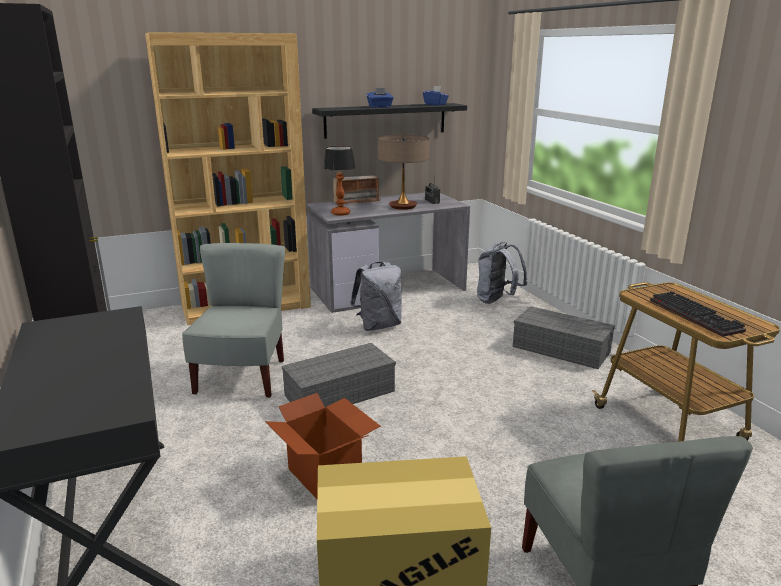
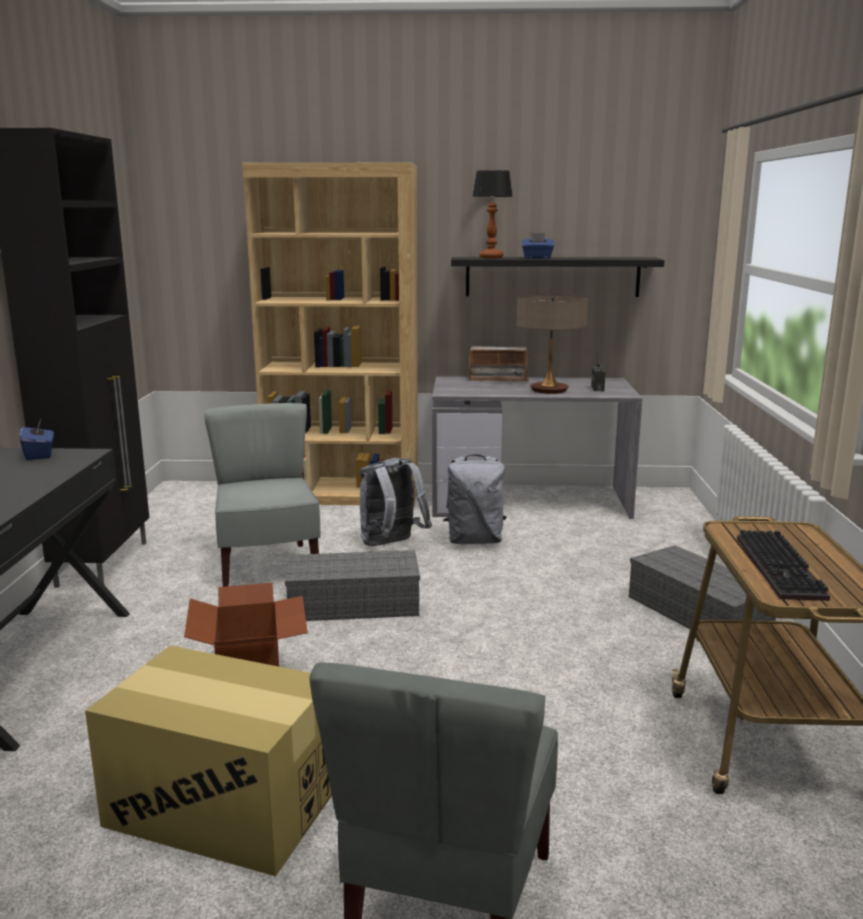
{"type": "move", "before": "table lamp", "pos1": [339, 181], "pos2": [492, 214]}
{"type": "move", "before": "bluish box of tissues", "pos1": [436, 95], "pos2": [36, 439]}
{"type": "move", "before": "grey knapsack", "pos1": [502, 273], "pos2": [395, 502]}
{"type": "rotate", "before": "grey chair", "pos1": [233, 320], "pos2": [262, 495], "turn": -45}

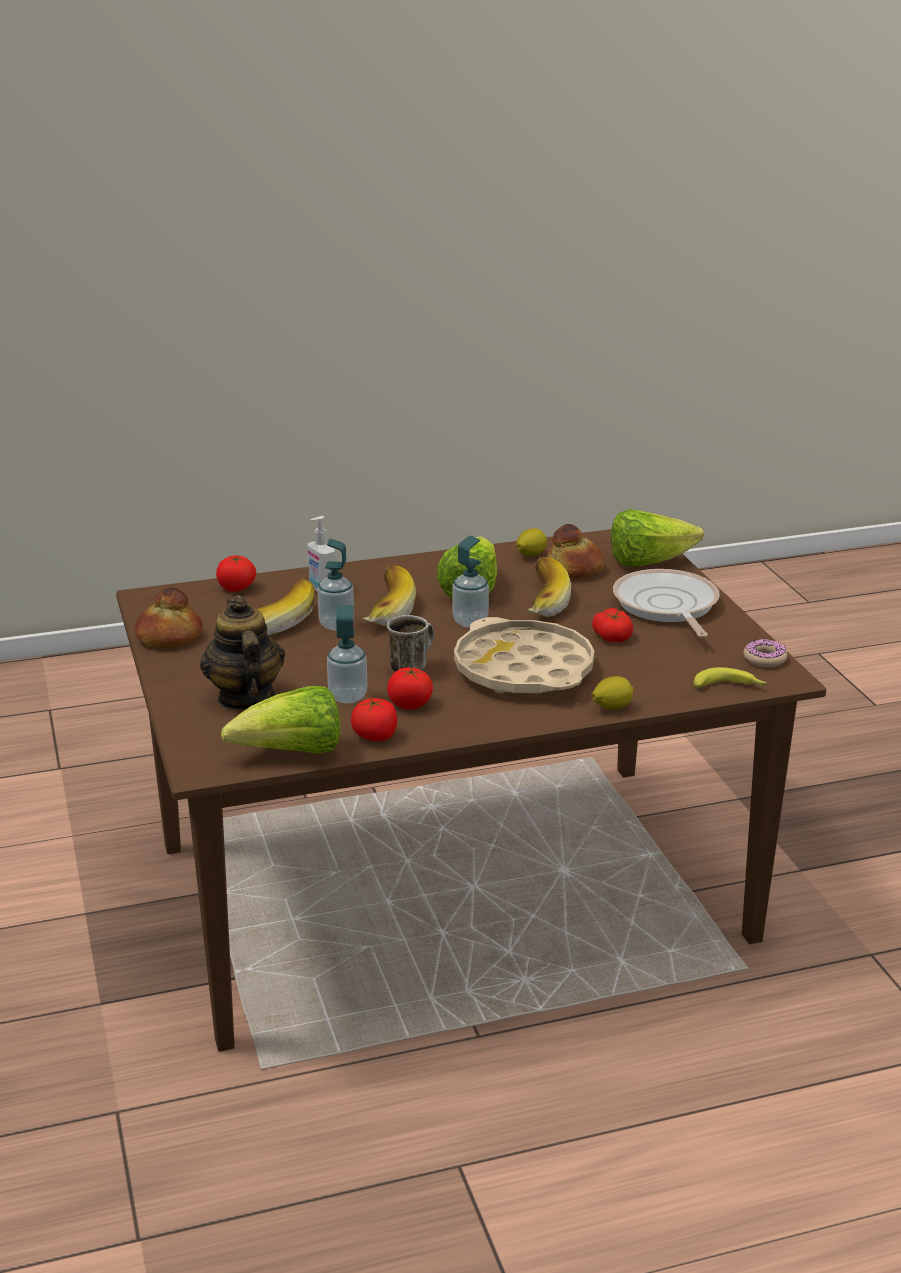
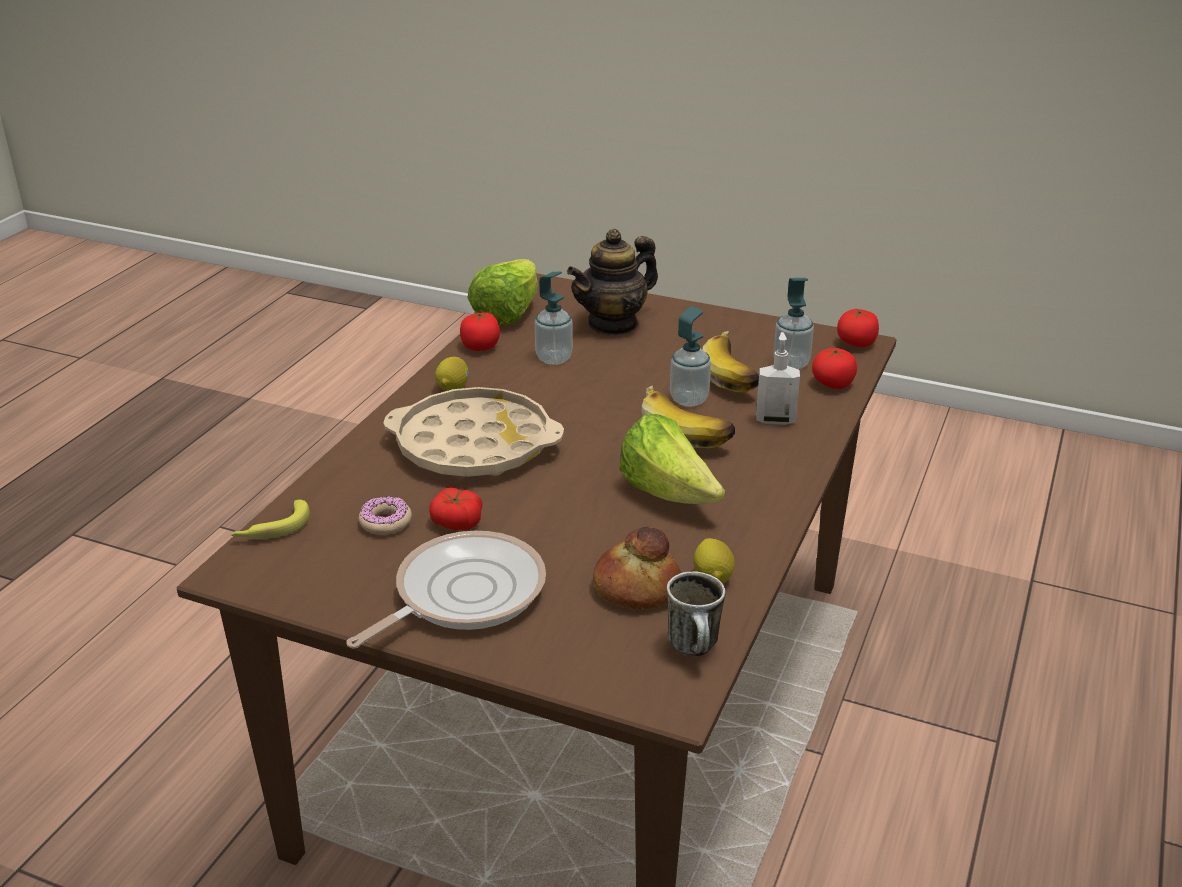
{"type": "delete", "before": "baked bread", "pos1": [169, 617]}
{"type": "delete", "before": "banana fruit", "pos1": [549, 587]}
{"type": "delete", "before": "lettuce", "pos1": [657, 538]}
{"type": "move", "before": "tea mug", "pos1": [410, 643], "pos2": [695, 613]}
{"type": "move", "before": "whole tomato", "pos1": [410, 688], "pos2": [858, 328]}
{"type": "move", "before": "soap dispenser", "pos1": [470, 582], "pos2": [793, 323]}
{"type": "move", "before": "whole lemon", "pos1": [612, 693], "pos2": [452, 374]}
{"type": "move", "before": "ring doughnut", "pos1": [765, 653], "pos2": [385, 515]}
{"type": "rotate", "before": "teapot", "pos1": [242, 652], "pos2": [612, 282], "turn": 120}
{"type": "rotate", "before": "pan", "pos1": [666, 603], "pos2": [446, 590], "turn": -75}

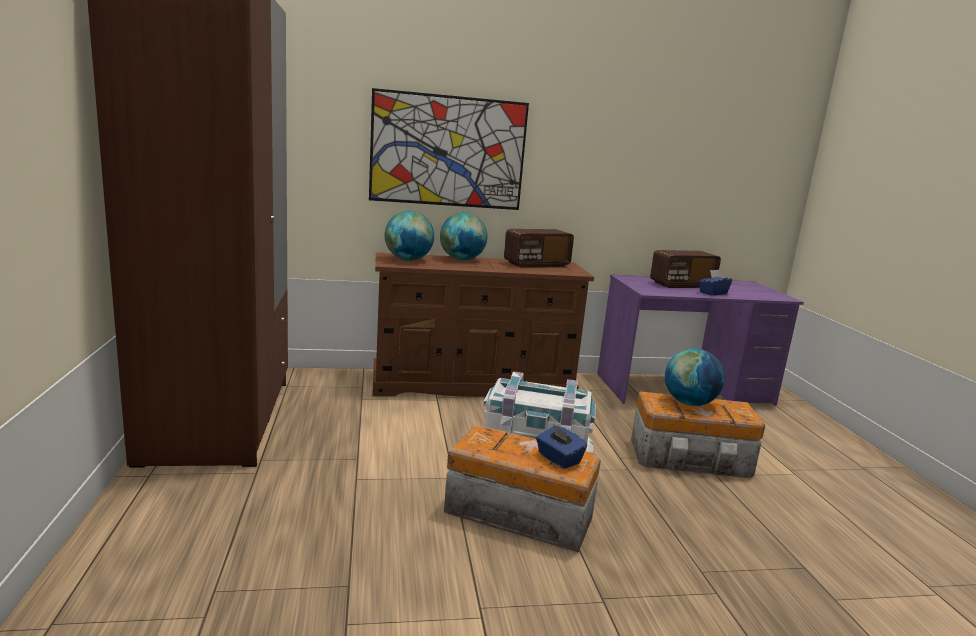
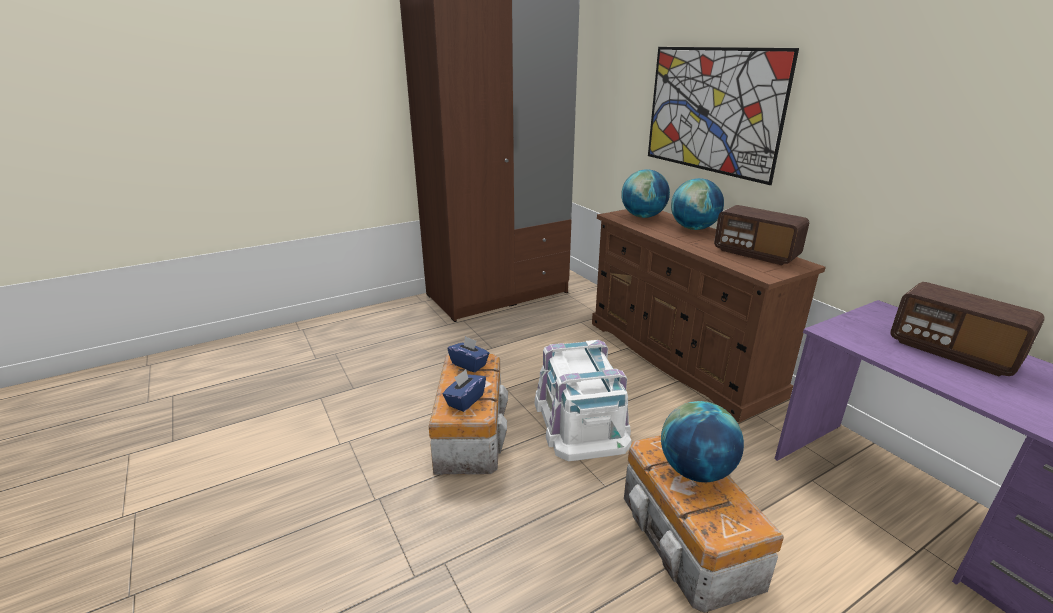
{"type": "move", "before": "bluish box of tissues", "pos1": [715, 283], "pos2": [468, 354]}

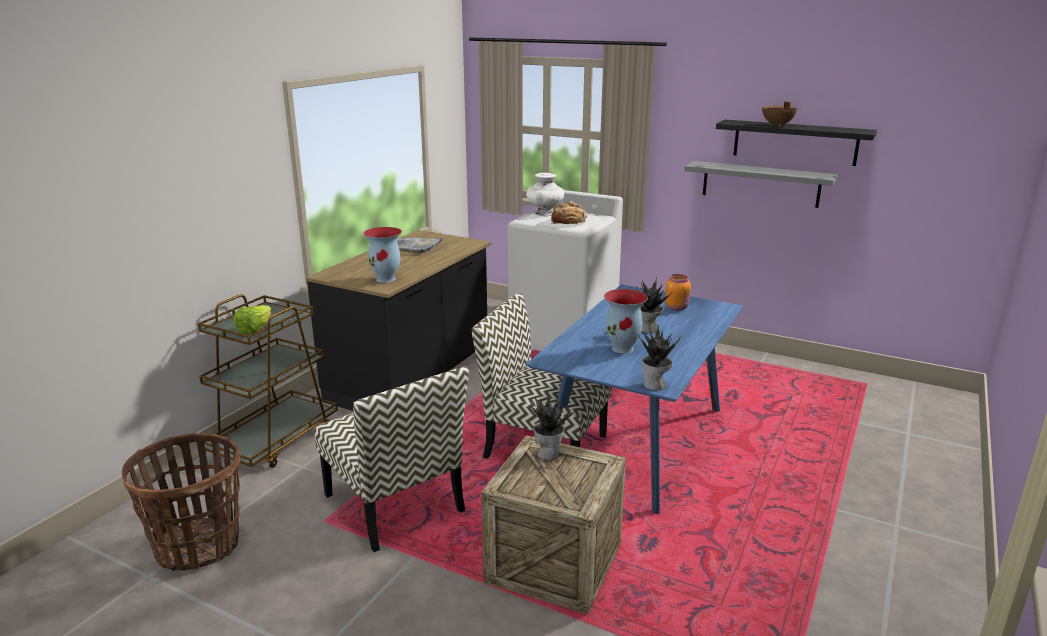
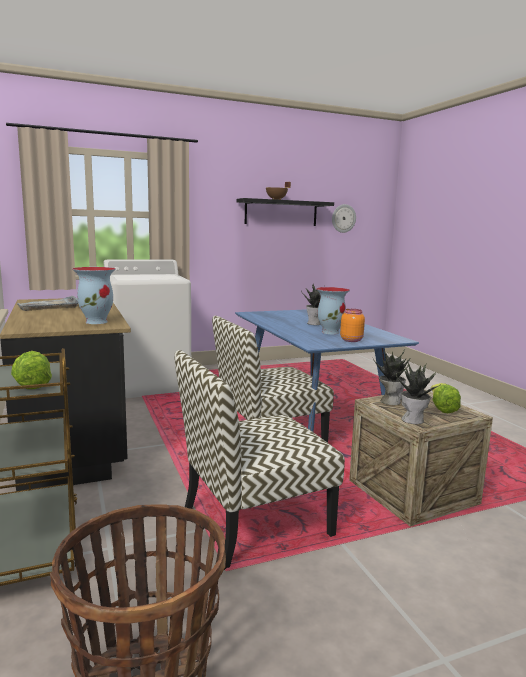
{"type": "delete", "before": "white-coloured decorative vase", "pos1": [545, 194]}
{"type": "delete", "before": "baked bread", "pos1": [569, 213]}
{"type": "delete", "before": "grey shelf", "pos1": [761, 184]}
{"type": "insert", "after": "wall clock", "pos2": [344, 218]}
{"type": "insert", "after": "lettuce", "pos2": [446, 398]}
{"type": "move", "before": "potted plant", "pos1": [659, 357], "pos2": [418, 392]}
{"type": "move", "before": "orangey storage jar", "pos1": [678, 292], "pos2": [352, 325]}
{"type": "rotate", "before": "chair", "pos1": [391, 459], "pos2": [259, 460], "turn": 150}

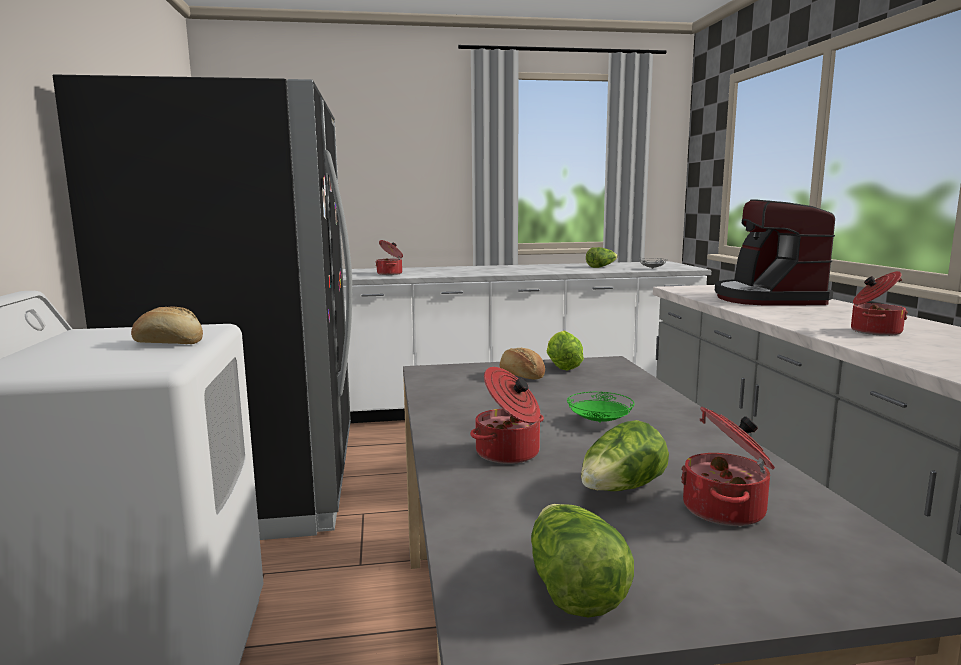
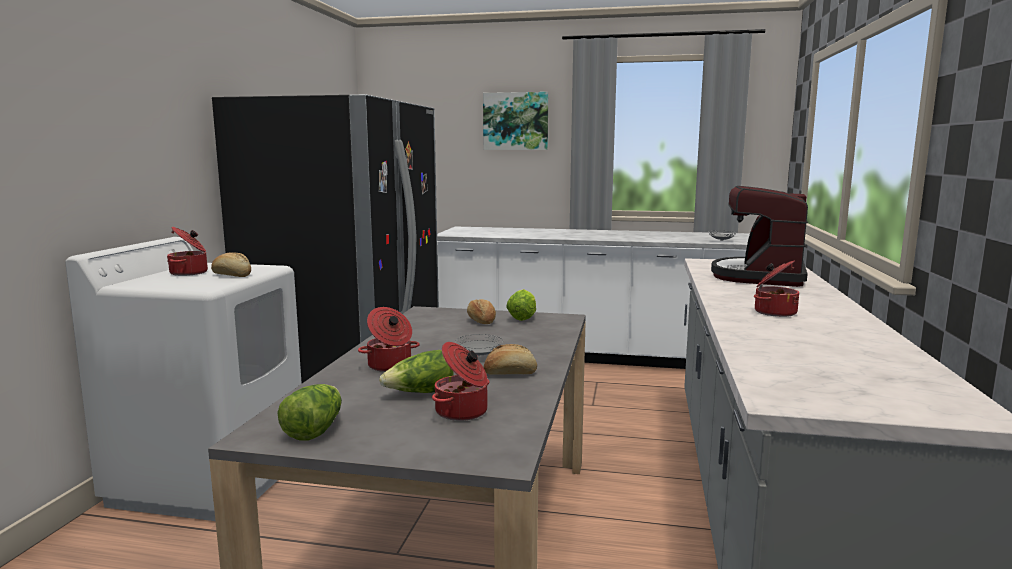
{"type": "delete", "before": "lettuce", "pos1": [602, 257]}
{"type": "insert", "after": "wall picture", "pos2": [515, 121]}
{"type": "insert", "after": "baked bread", "pos2": [510, 359]}
{"type": "move", "before": "cooking pot", "pos1": [389, 257], "pos2": [187, 251]}
{"type": "recolor", "before": "green dinner plate", "after": "grey dinner plate", "pos1": [600, 407], "pos2": [479, 345]}

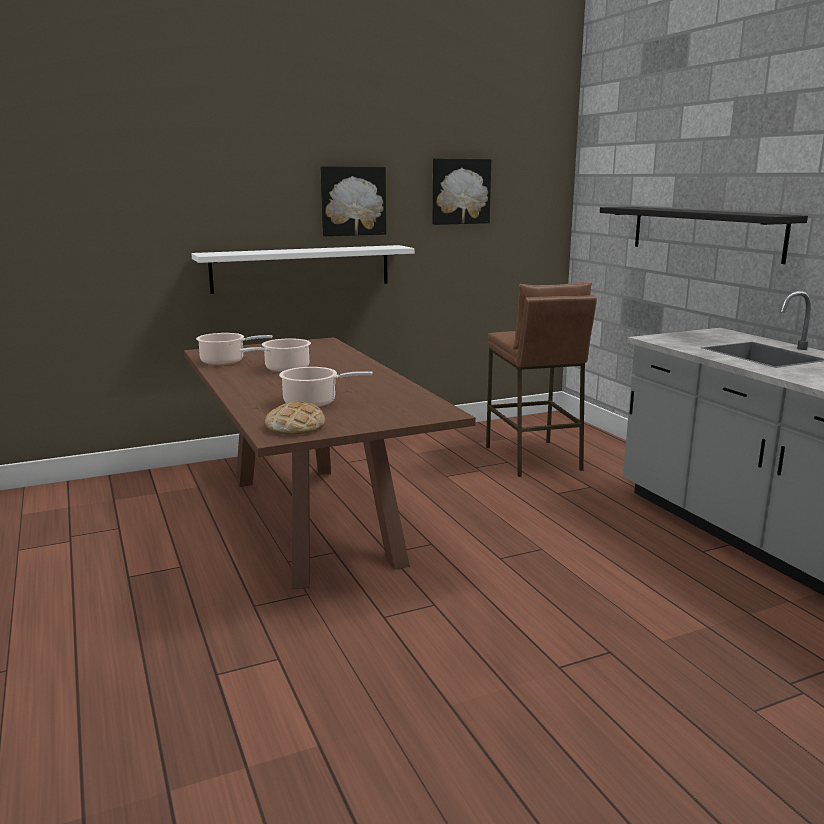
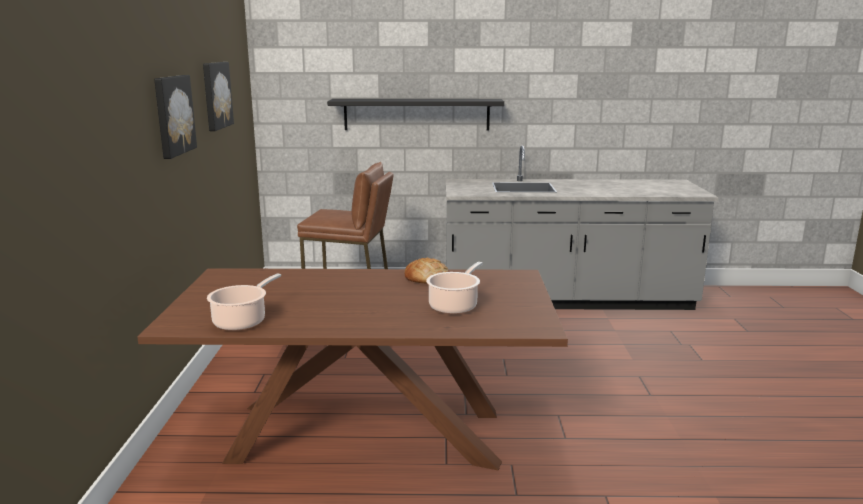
{"type": "delete", "before": "white-coloured shelf", "pos1": [302, 269]}
{"type": "delete", "before": "cooking pot", "pos1": [275, 355]}
{"type": "move", "before": "baked bread", "pos1": [295, 417], "pos2": [426, 270]}

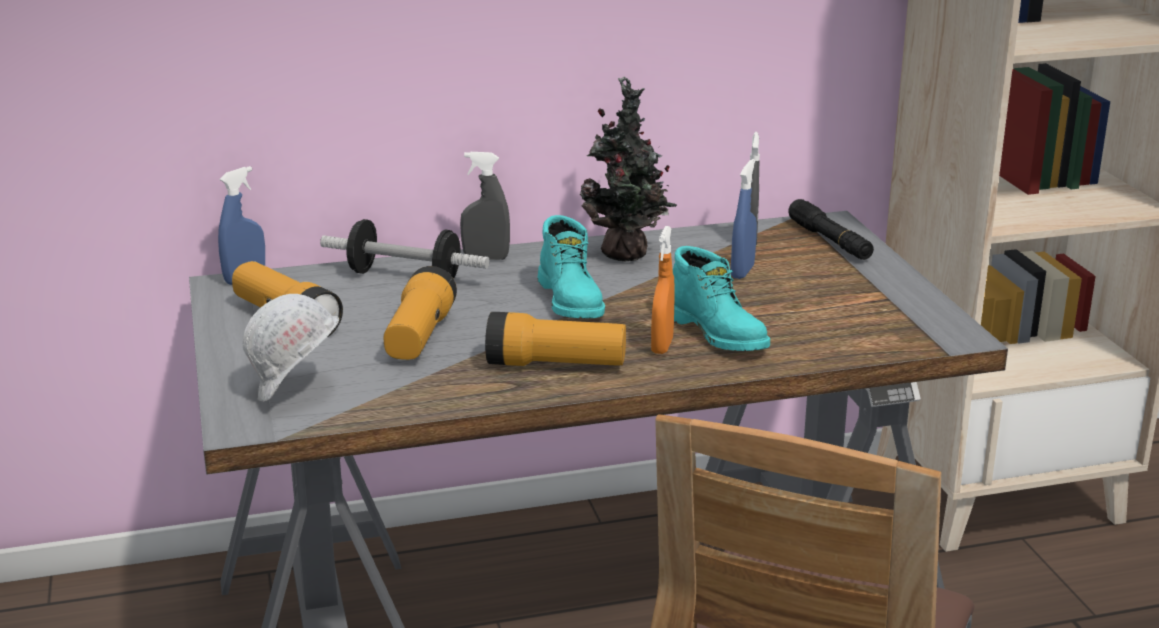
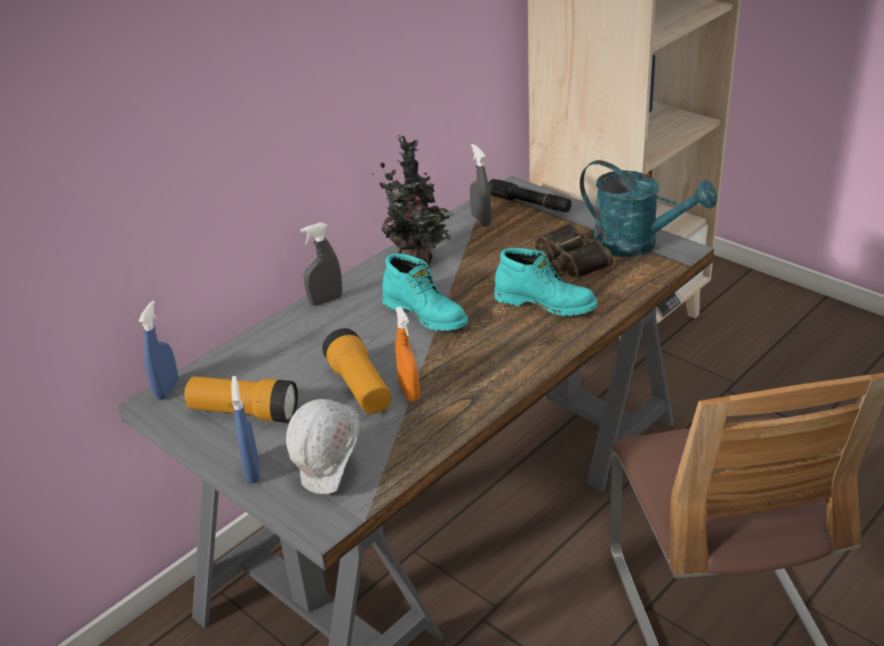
{"type": "delete", "before": "free weight", "pos1": [405, 249]}
{"type": "delete", "before": "flashlight", "pos1": [555, 339]}
{"type": "insert", "after": "binoculars", "pos2": [573, 251]}
{"type": "insert", "after": "turquoise-coloured watering can", "pos2": [648, 208]}
{"type": "move", "before": "orangey hand sprayer", "pos1": [663, 290], "pos2": [407, 354]}
{"type": "move", "before": "bluish hand sprayer", "pos1": [744, 219], "pos2": [245, 430]}

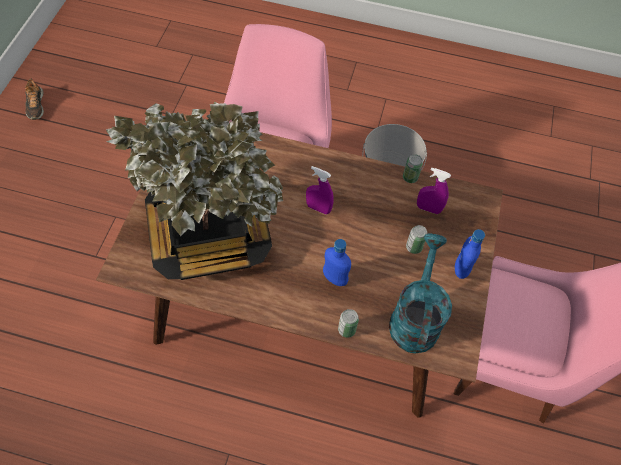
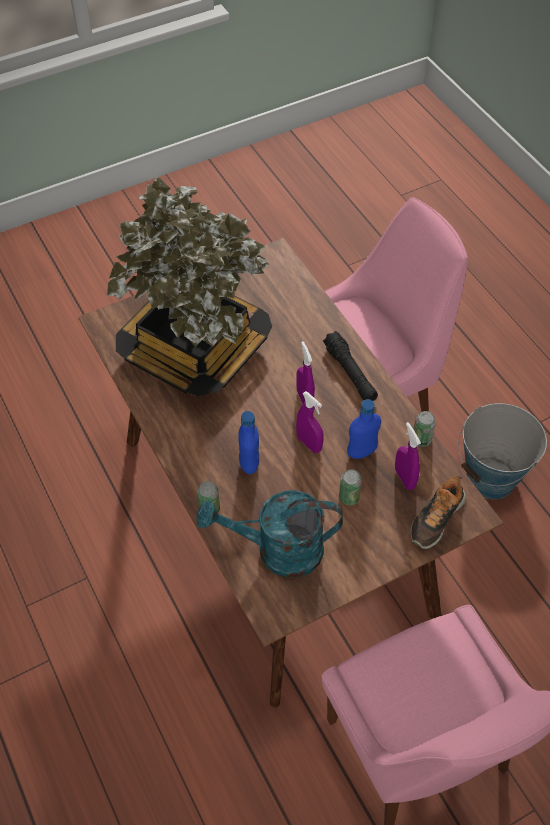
{"type": "insert", "after": "purplish hand sprayer", "pos2": [310, 422]}
{"type": "insert", "after": "black flashlight", "pos2": [350, 366]}
{"type": "move", "before": "low shoe", "pos1": [34, 99], "pos2": [438, 512]}
{"type": "move", "before": "bluish drink bottle", "pos1": [470, 254], "pos2": [364, 429]}
{"type": "rotate", "before": "turquoise-coloured watering can", "pos1": [420, 293], "pos2": [269, 533], "turn": -150}

